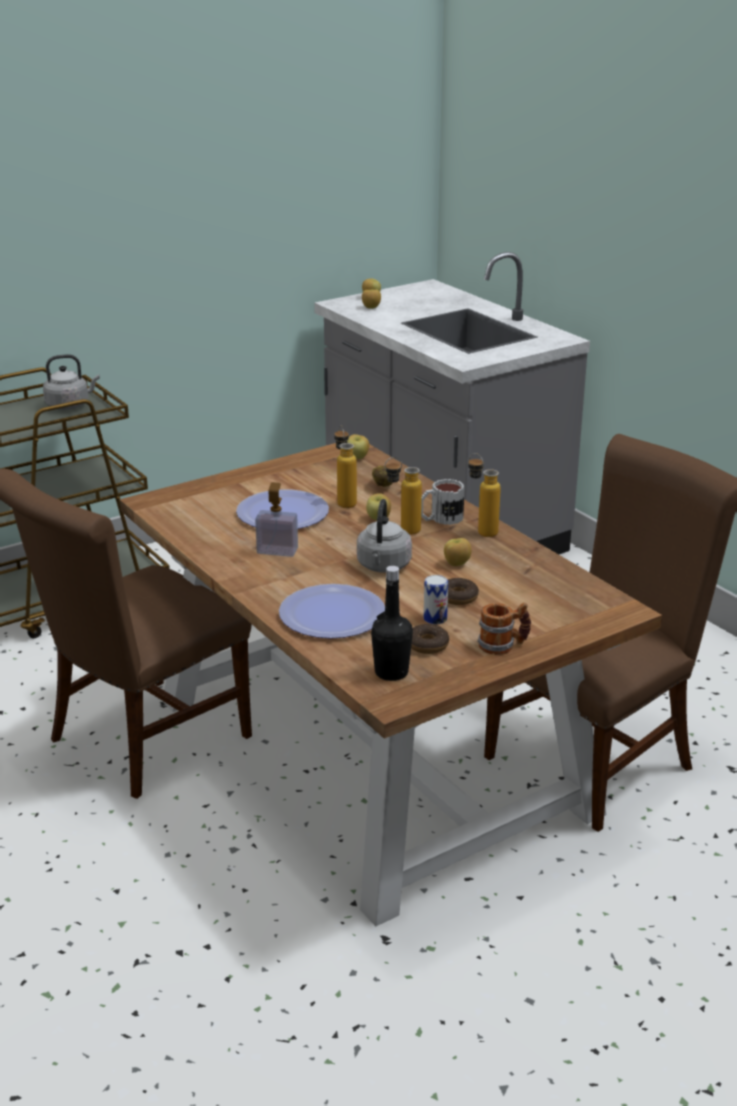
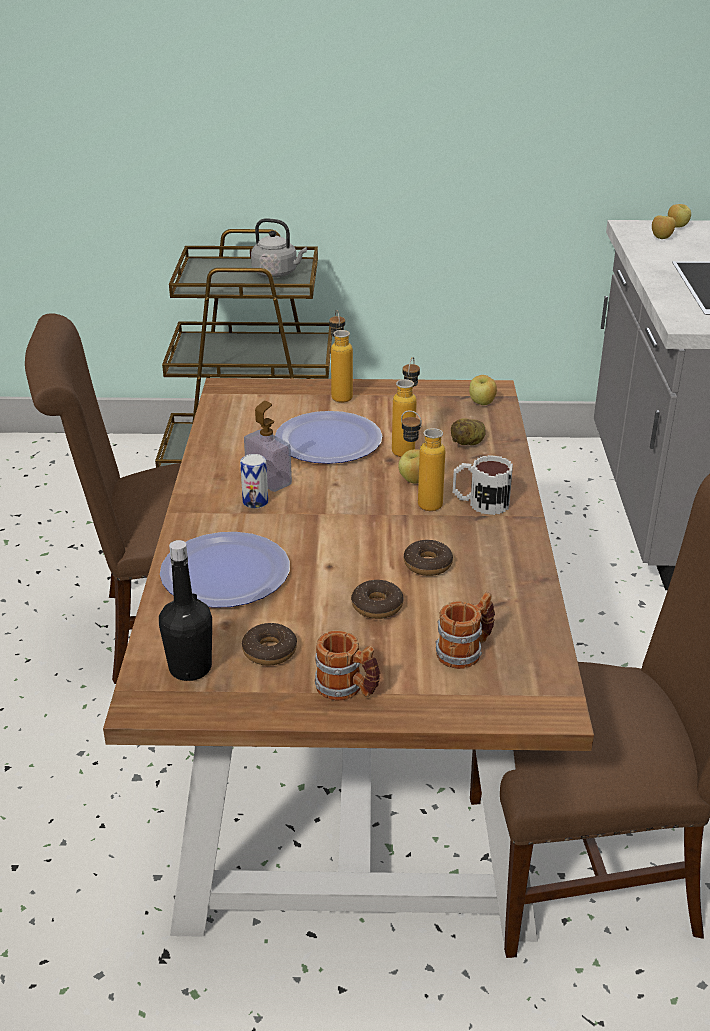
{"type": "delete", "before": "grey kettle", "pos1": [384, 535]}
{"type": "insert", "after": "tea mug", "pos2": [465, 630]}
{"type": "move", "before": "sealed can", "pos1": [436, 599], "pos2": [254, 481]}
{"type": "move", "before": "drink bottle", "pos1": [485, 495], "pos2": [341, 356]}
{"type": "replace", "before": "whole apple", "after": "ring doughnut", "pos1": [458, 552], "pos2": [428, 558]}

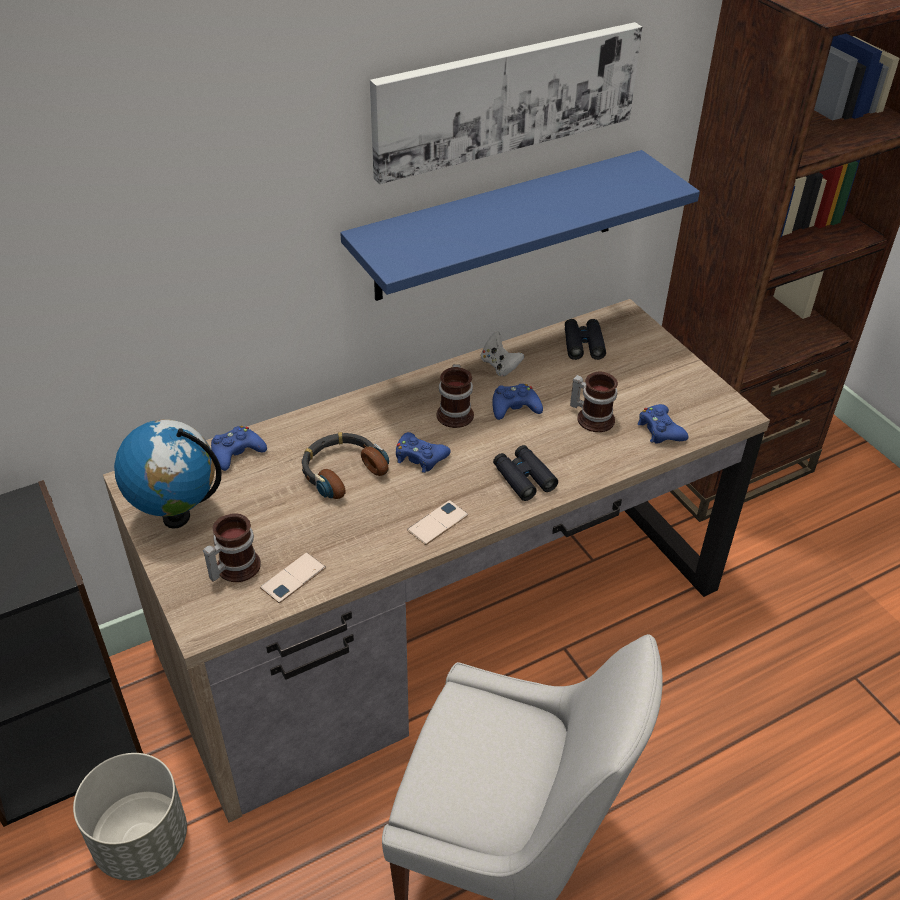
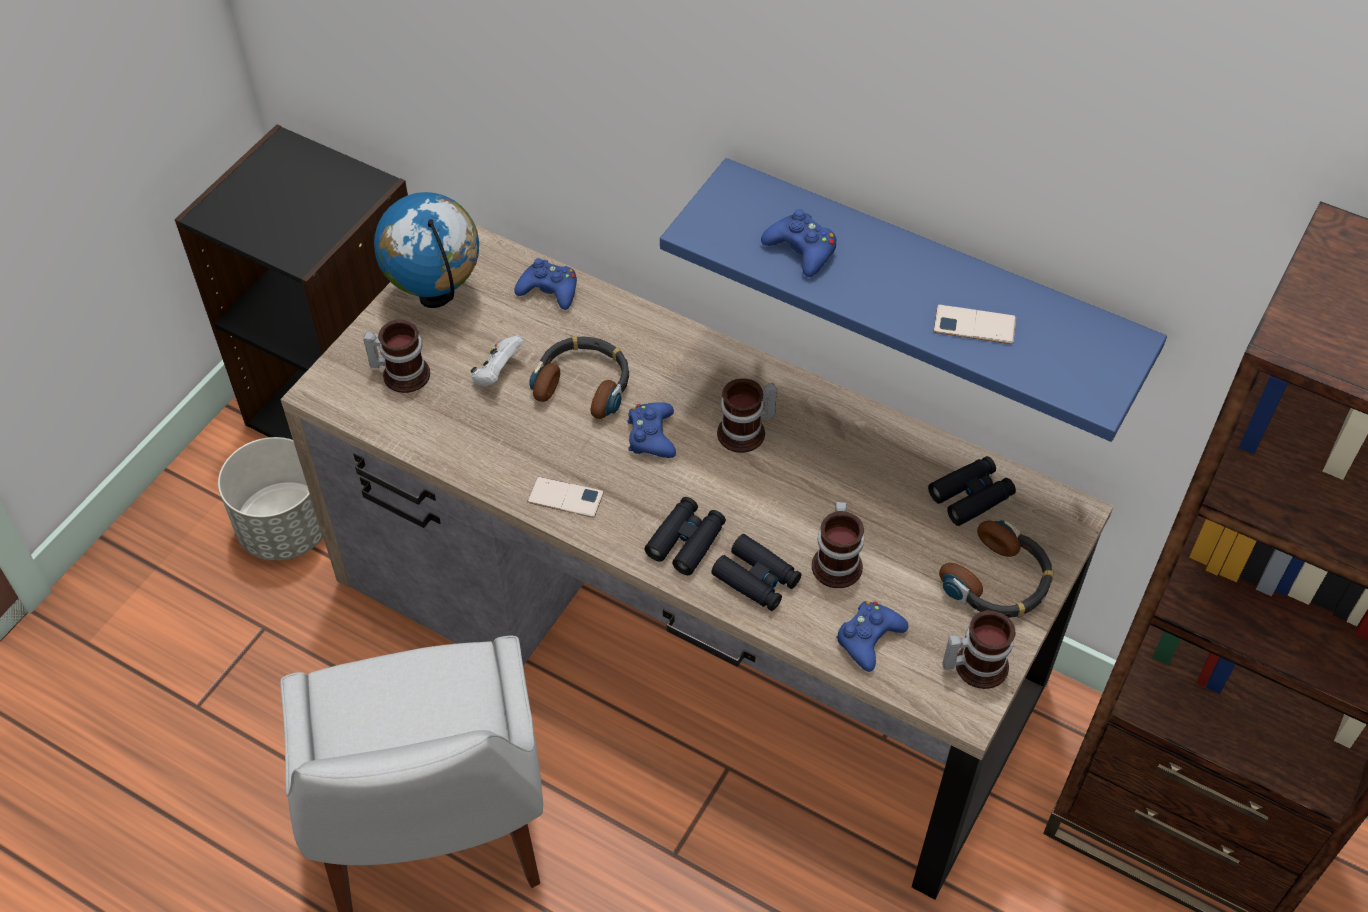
{"type": "delete", "before": "wall picture", "pos1": [506, 103]}
{"type": "insert", "after": "black binoculars", "pos2": [756, 572]}
{"type": "insert", "after": "headphones", "pos2": [996, 569]}
{"type": "insert", "after": "tea mug", "pos2": [978, 649]}
{"type": "move", "before": "phone", "pos1": [293, 578], "pos2": [974, 324]}
{"type": "move", "before": "white-coloured joypad", "pos1": [502, 353], "pos2": [497, 360]}
{"type": "move", "before": "bluish joypad", "pos1": [518, 402], "pos2": [799, 243]}

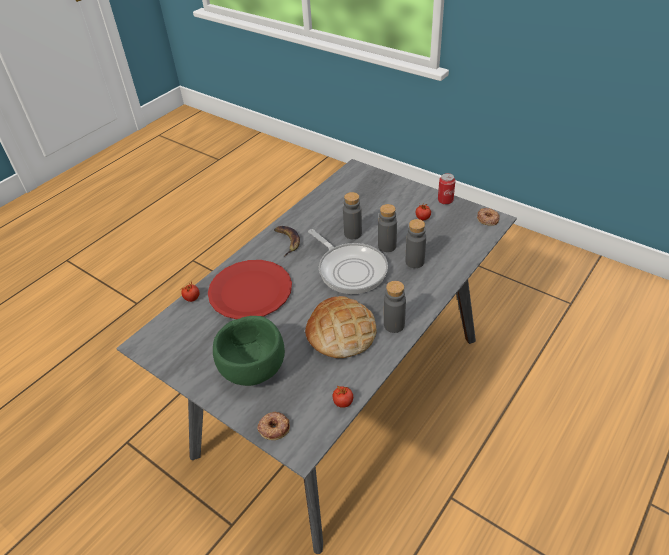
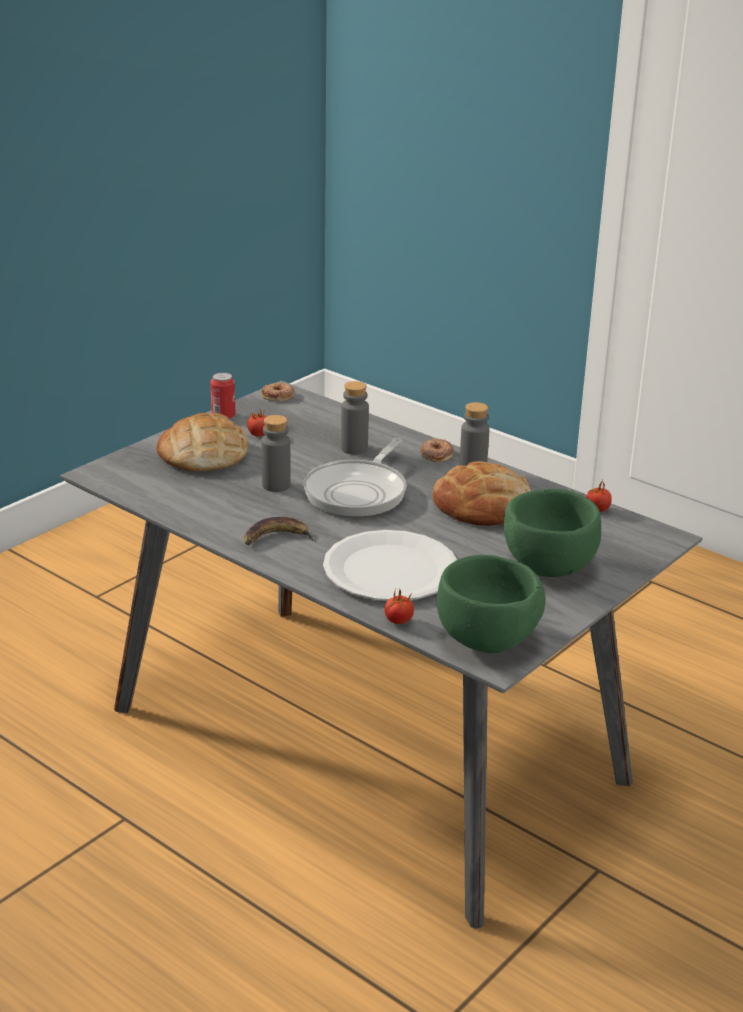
{"type": "delete", "before": "grey drink bottle", "pos1": [387, 228]}
{"type": "insert", "after": "baked bread", "pos2": [202, 442]}
{"type": "insert", "after": "green bowl", "pos2": [491, 604]}
{"type": "move", "before": "ring doughnut", "pos1": [273, 426], "pos2": [436, 450]}
{"type": "recolor", "before": "reddish dinner plate", "after": "white-coloured dinner plate", "pos1": [250, 289], "pos2": [390, 565]}
{"type": "rotate", "before": "pan", "pos1": [348, 261], "pos2": [355, 477], "turn": 150}

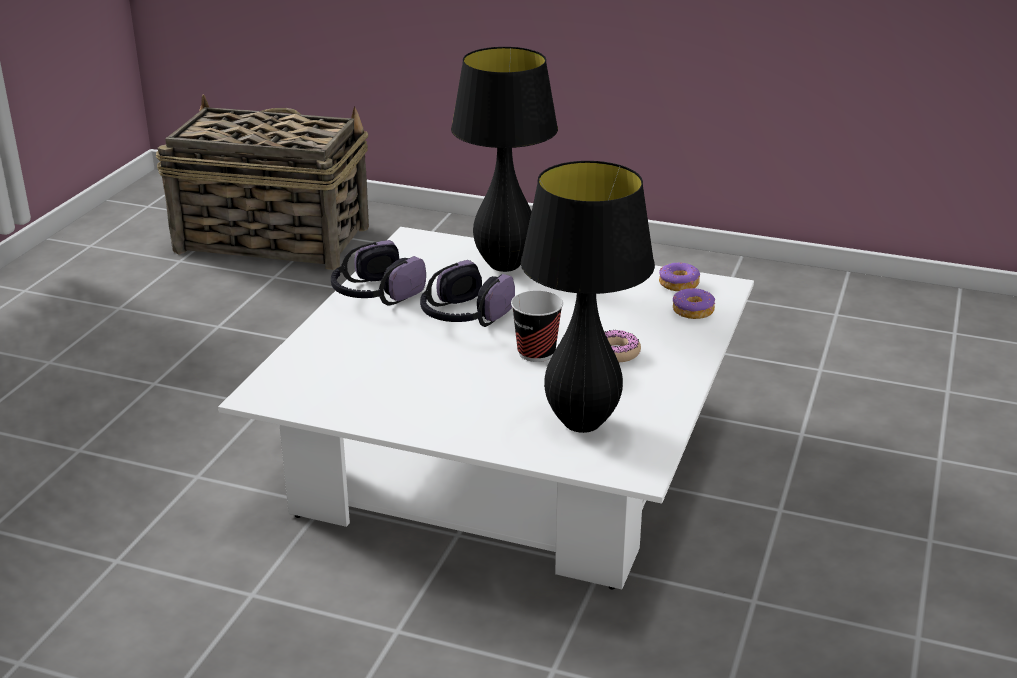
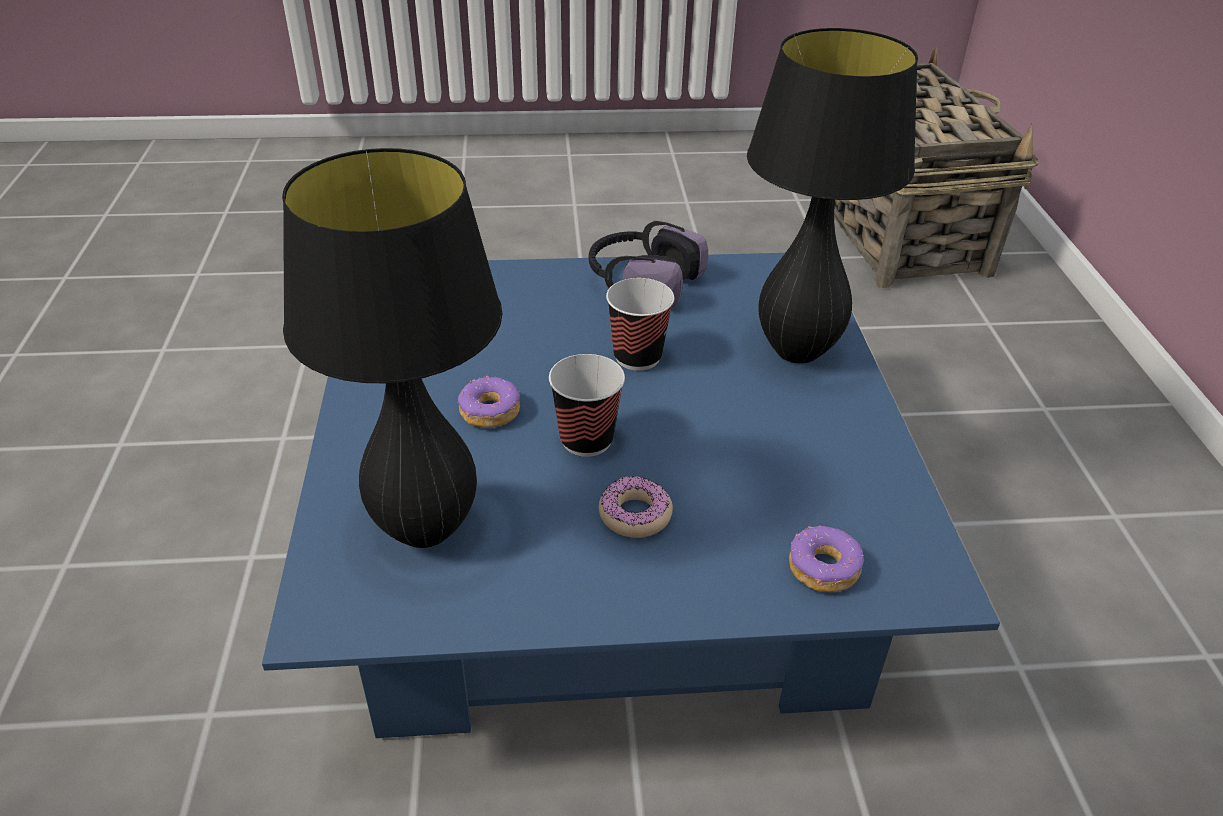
{"type": "move", "before": "ring doughnut", "pos1": [679, 276], "pos2": [489, 402]}
{"type": "replace", "before": "headphones", "after": "small cup", "pos1": [467, 293], "pos2": [640, 324]}
{"type": "recolor", "before": "white-coloured coffee table", "after": "bluish coffee table", "pos1": [486, 408], "pos2": [631, 495]}

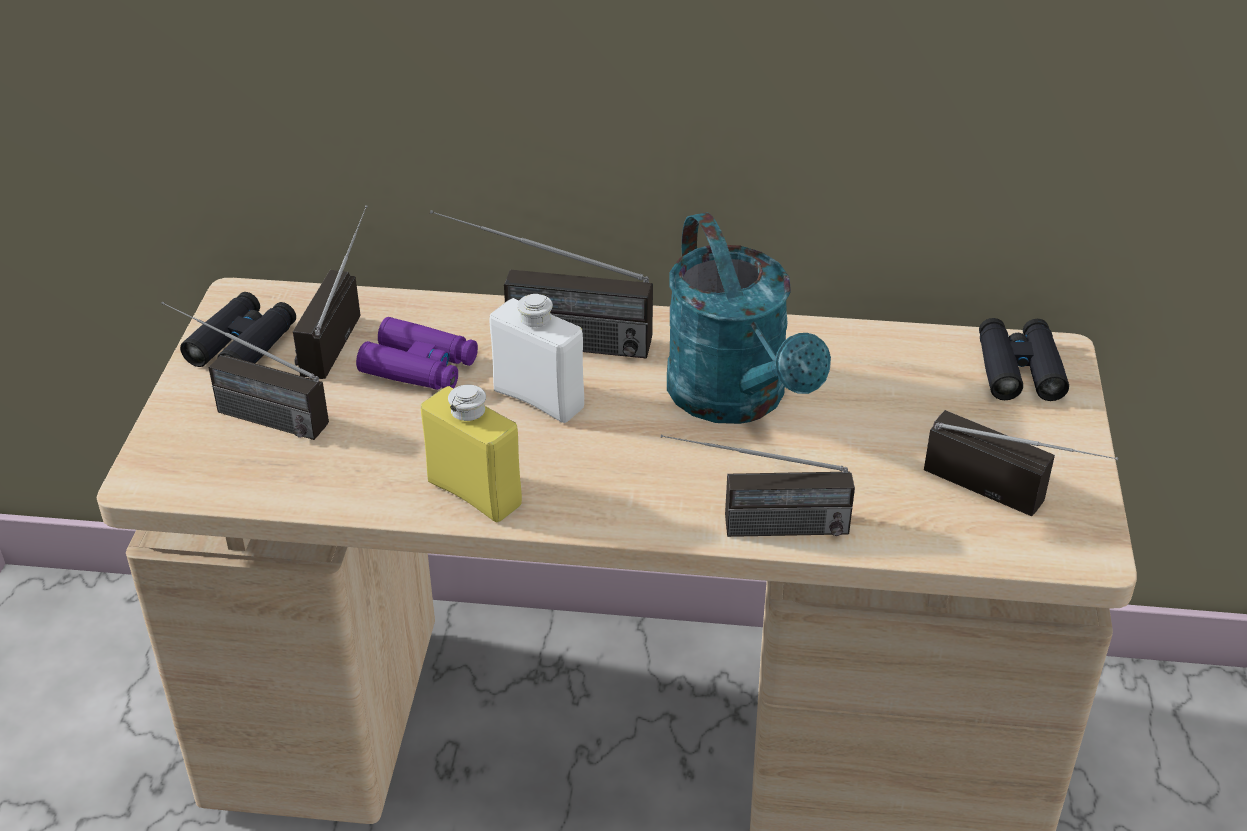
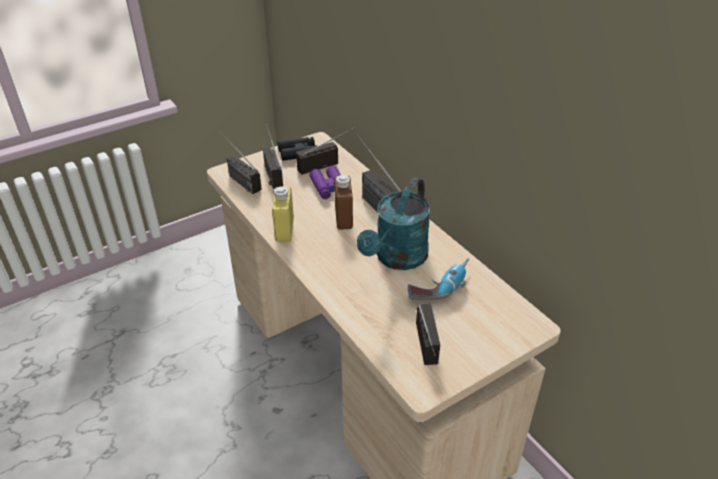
{"type": "delete", "before": "black binoculars", "pos1": [1024, 359]}
{"type": "insert", "after": "drill", "pos2": [438, 279]}
{"type": "move", "before": "radio", "pos1": [758, 485], "pos2": [240, 162]}
{"type": "recolor", "before": "white-coloured drink bottle", "after": "brownish drink bottle", "pos1": [537, 358], "pos2": [343, 202]}

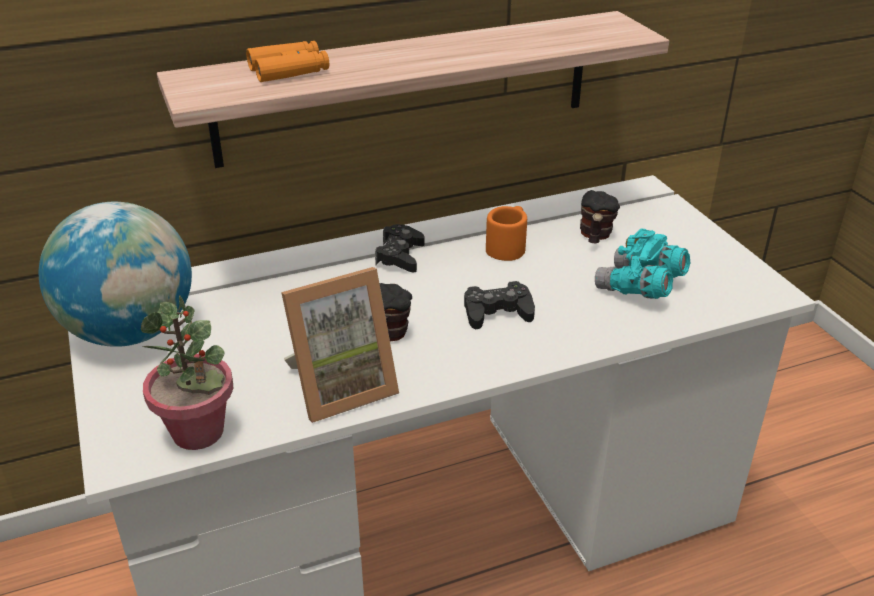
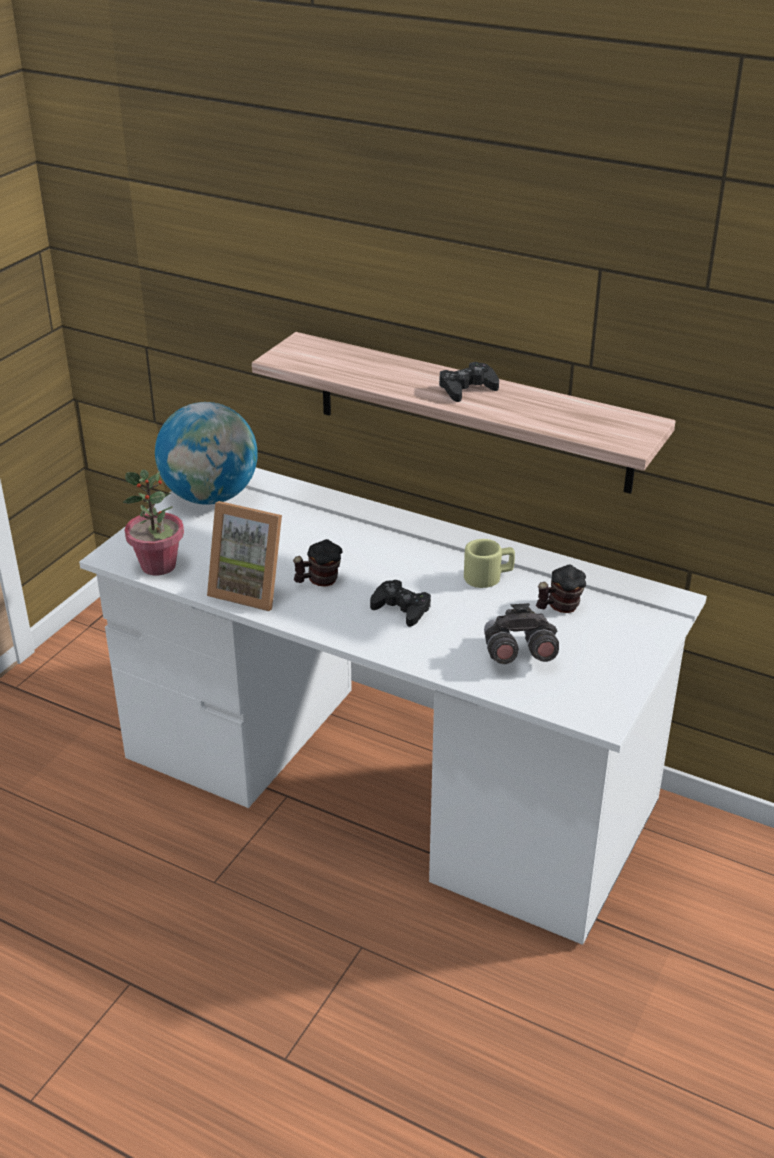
{"type": "delete", "before": "orangey binoculars", "pos1": [287, 61]}
{"type": "move", "before": "black joypad", "pos1": [400, 248], "pos2": [469, 382]}
{"type": "recolor", "before": "orangey tea mug", "after": "beige-coloured tea mug", "pos1": [506, 233], "pos2": [489, 563]}
{"type": "recolor", "before": "turquoise-coloured binoculars", "after": "grey binoculars", "pos1": [642, 263], "pos2": [521, 633]}

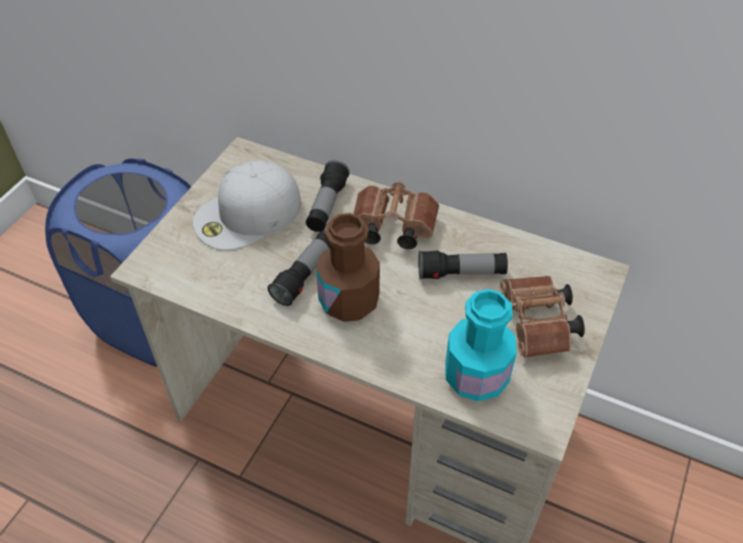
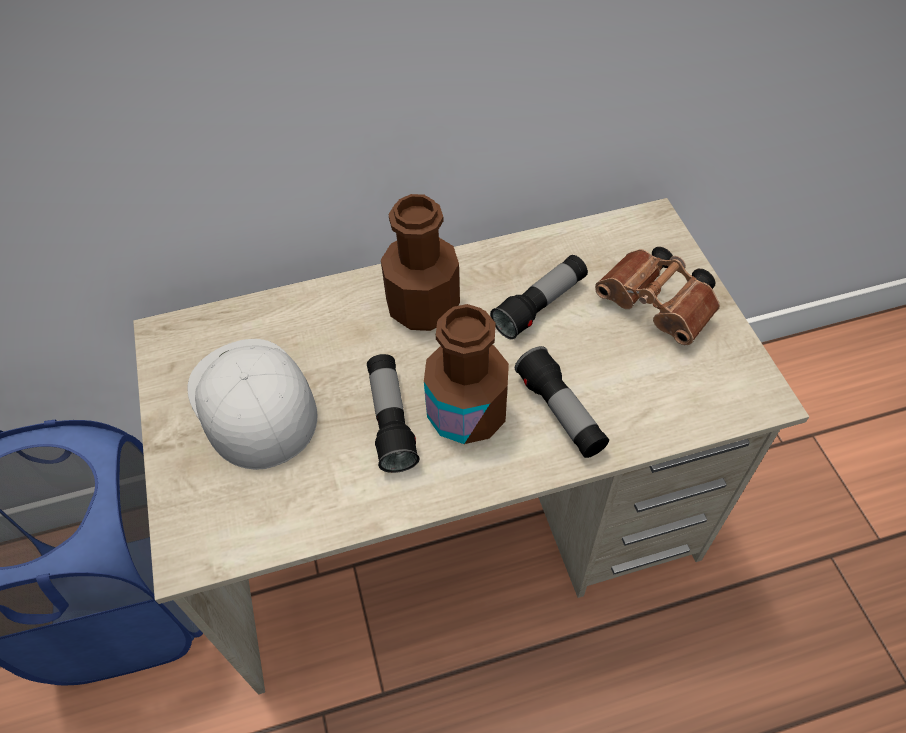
{"type": "delete", "before": "turquoise-coloured drink bottle", "pos1": [481, 345]}
{"type": "move", "before": "flashlight", "pos1": [328, 196], "pos2": [562, 402]}
{"type": "replace", "before": "brownish binoculars", "after": "brownish drink bottle", "pos1": [396, 215], "pos2": [420, 262]}
{"type": "rotate", "before": "white-coloured baseball cap", "pos1": [247, 205], "pos2": [252, 404], "turn": 135}

